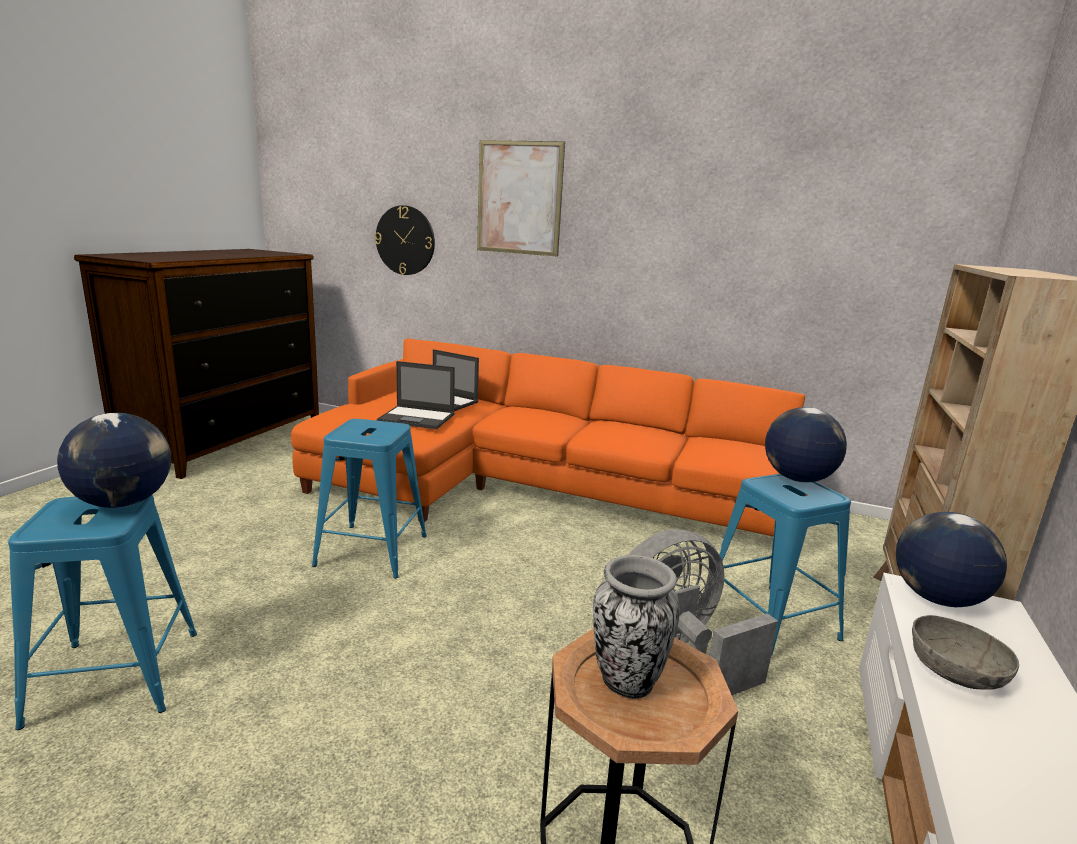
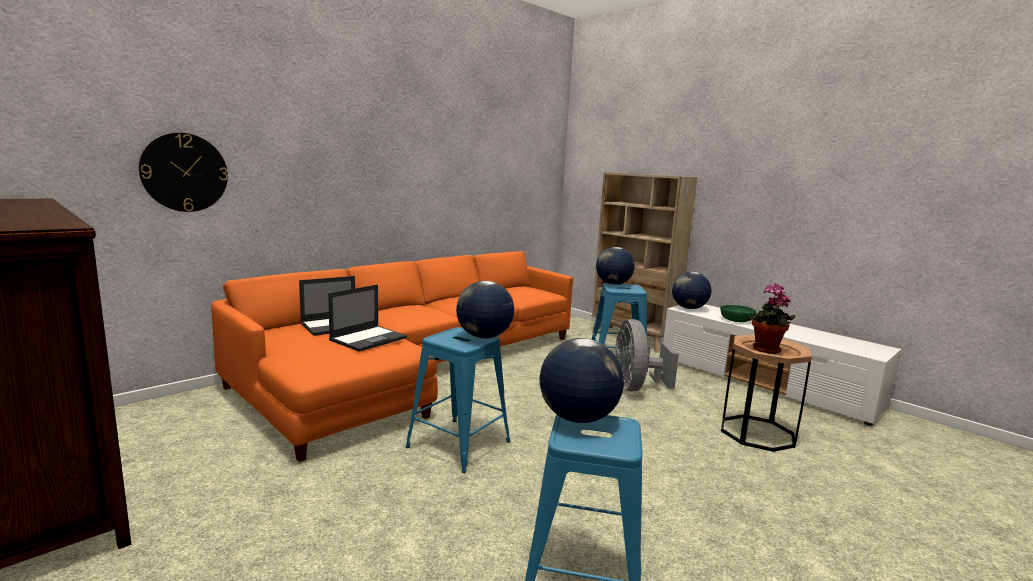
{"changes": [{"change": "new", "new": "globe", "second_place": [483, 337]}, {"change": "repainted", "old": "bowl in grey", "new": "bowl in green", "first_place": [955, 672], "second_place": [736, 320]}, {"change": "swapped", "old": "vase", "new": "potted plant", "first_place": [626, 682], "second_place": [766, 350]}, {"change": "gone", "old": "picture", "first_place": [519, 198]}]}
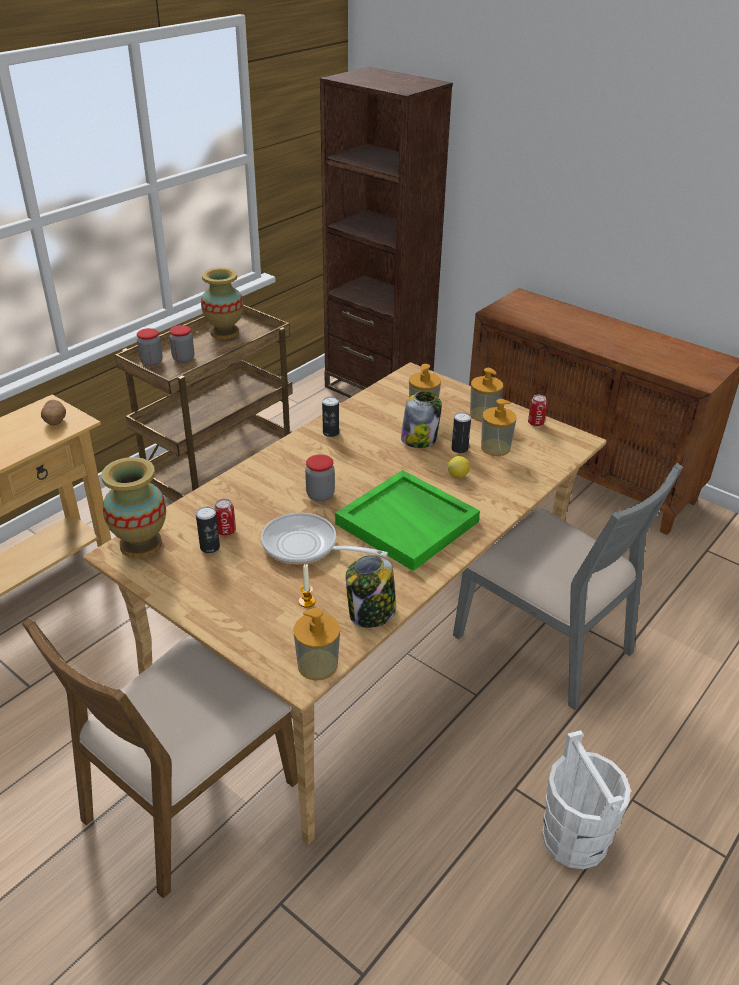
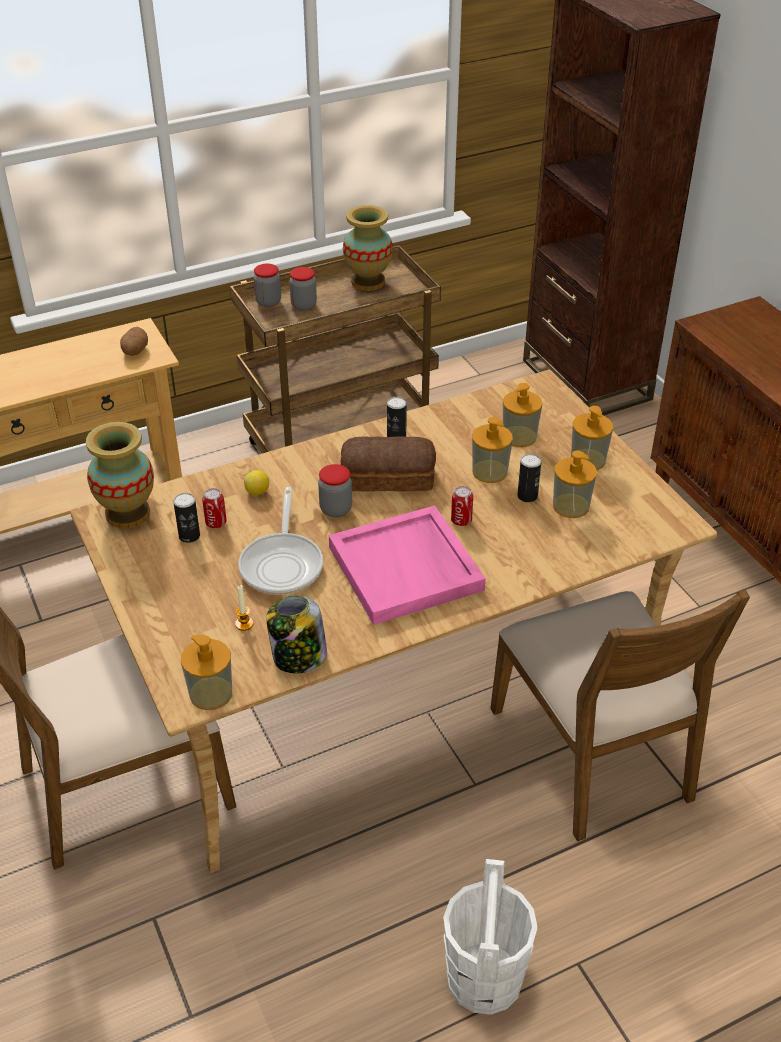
{"changes": [{"change": "rotated", "old": "frying pan", "first_place": [306, 546], "second_place": [283, 564], "degrees": -135}, {"change": "shifted", "old": "lemon", "first_place": [458, 475], "second_place": [257, 492]}, {"change": "repainted", "old": "tray in green", "new": "tray in pink", "first_place": [408, 523], "second_place": [407, 569]}, {"change": "new", "new": "bread", "second_place": [389, 477]}, {"change": "shifted", "old": "can", "first_place": [535, 423], "second_place": [461, 520]}, {"change": "swapped", "old": "jar", "new": "soap dispenser", "first_place": [419, 439], "second_place": [489, 471]}, {"change": "repainted", "old": "chair in grey", "new": "chair in brown", "first_place": [545, 642], "second_place": [593, 753]}]}
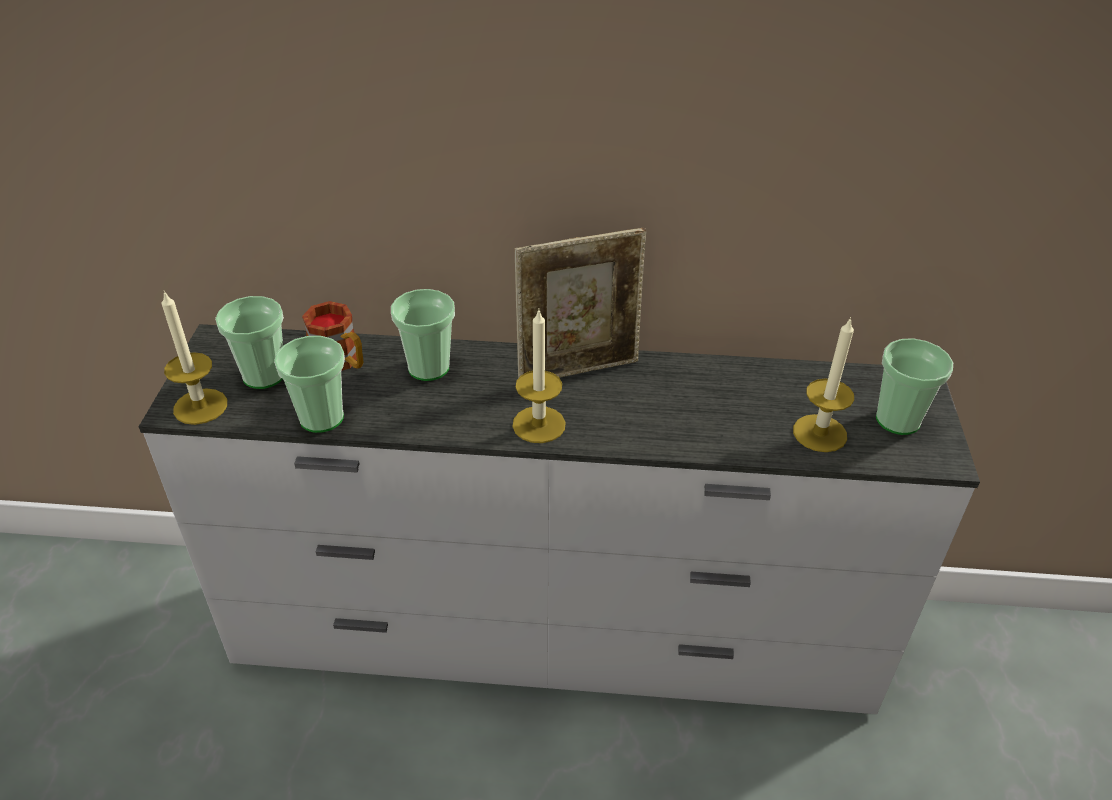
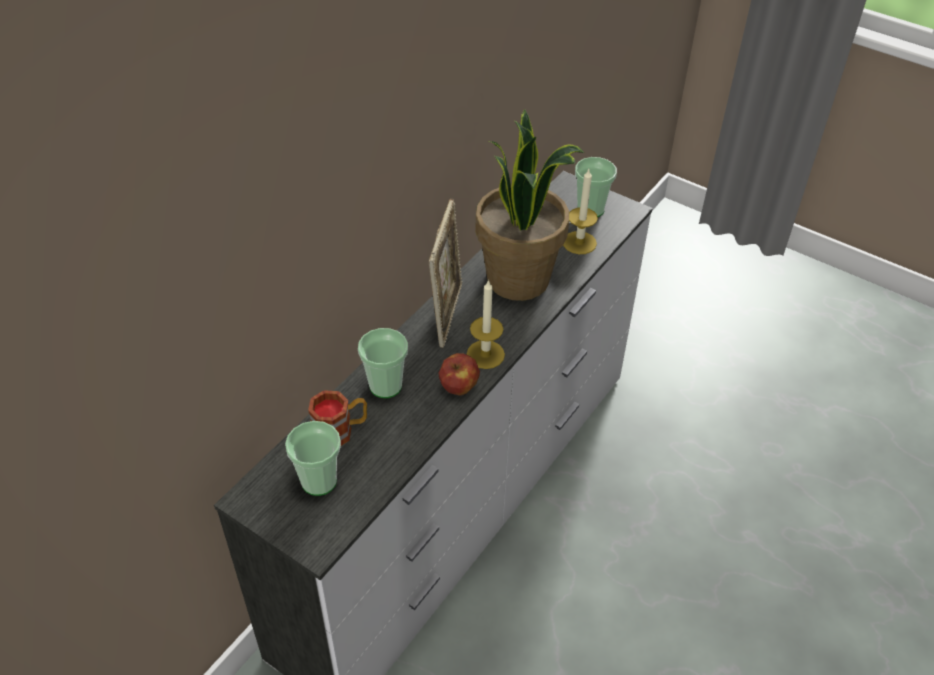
{"changes": [{"change": "new", "new": "apple", "second_place": [459, 386]}, {"change": "new", "new": "potted plant", "second_place": [519, 279]}, {"change": "gone", "old": "candle", "first_place": [200, 406]}, {"change": "gone", "old": "cup", "first_place": [321, 418]}]}
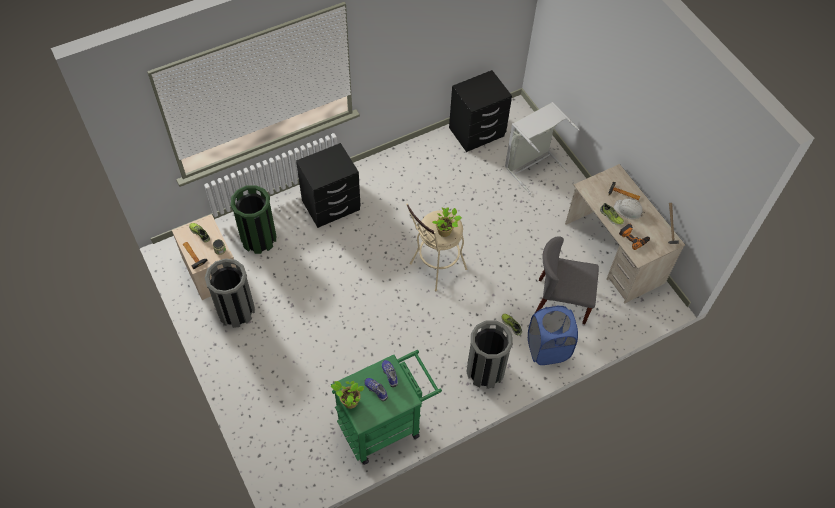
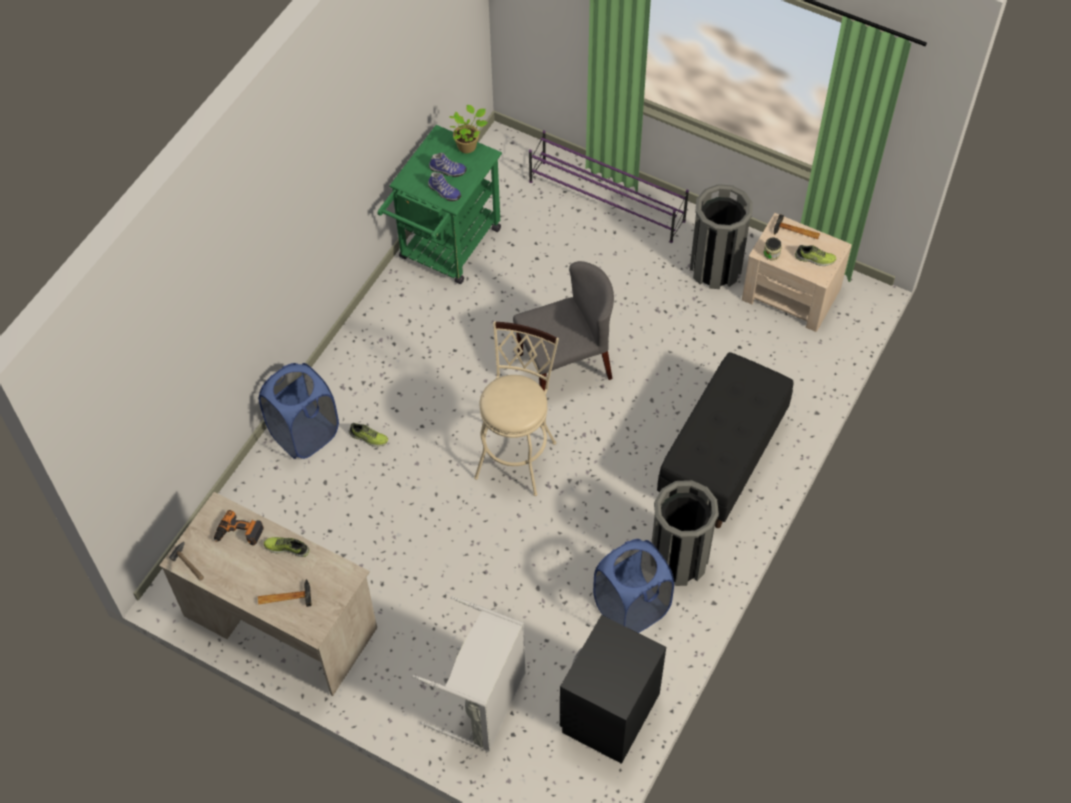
{"changes": [{"change": "shifted", "old": "chair in grey", "first_place": [561, 301], "second_place": [565, 365]}, {"change": "new", "new": "shoe rack in purple", "second_place": [607, 202]}, {"change": "new", "new": "laundry basket in blue", "second_place": [631, 608]}, {"change": "shifted", "old": "trash can in grey", "first_place": [485, 371], "second_place": [678, 559]}, {"change": "swapped", "old": "nightstand in black", "new": "bench in black", "first_place": [331, 206], "second_place": [722, 459]}, {"change": "gone", "old": "trash can in green", "first_place": [259, 239]}, {"change": "gone", "old": "potted plant", "first_place": [445, 231]}, {"change": "gone", "old": "hard hat in white", "first_place": [628, 210]}]}
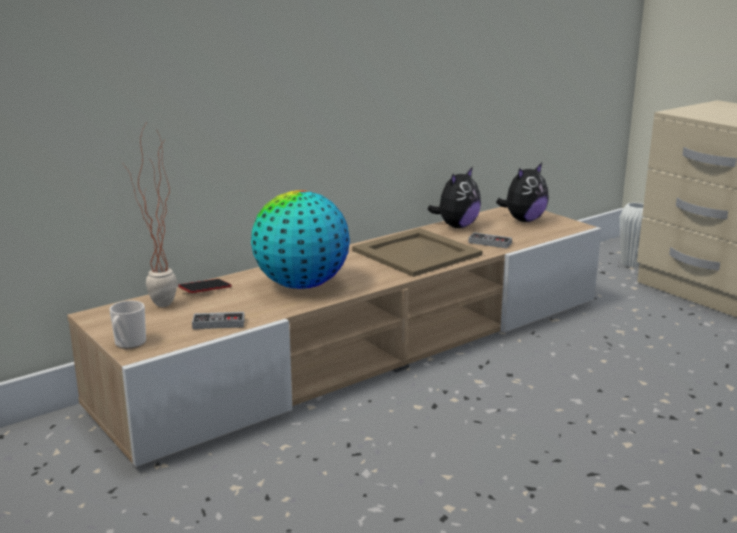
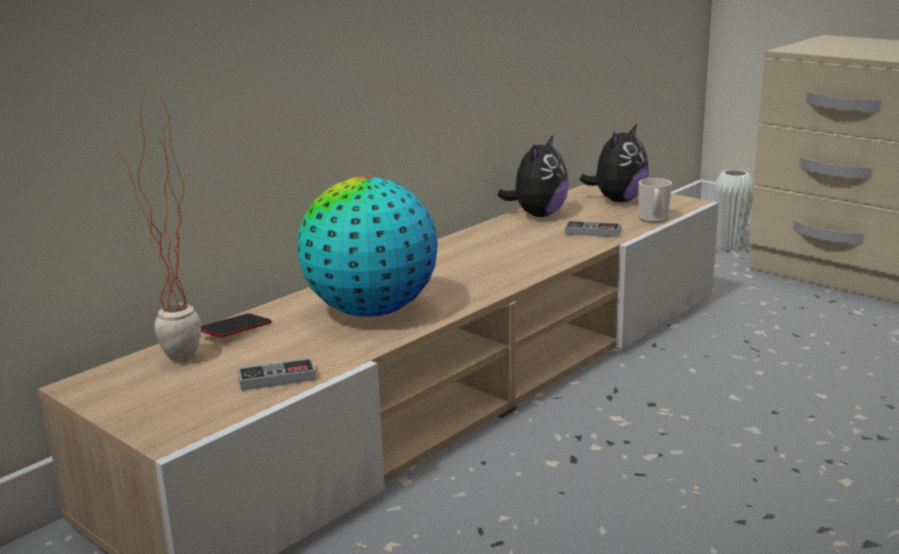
{"changes": [{"change": "shifted", "old": "mug", "first_place": [128, 344], "second_place": [653, 219]}, {"change": "gone", "old": "tray in beige", "first_place": [416, 252]}]}
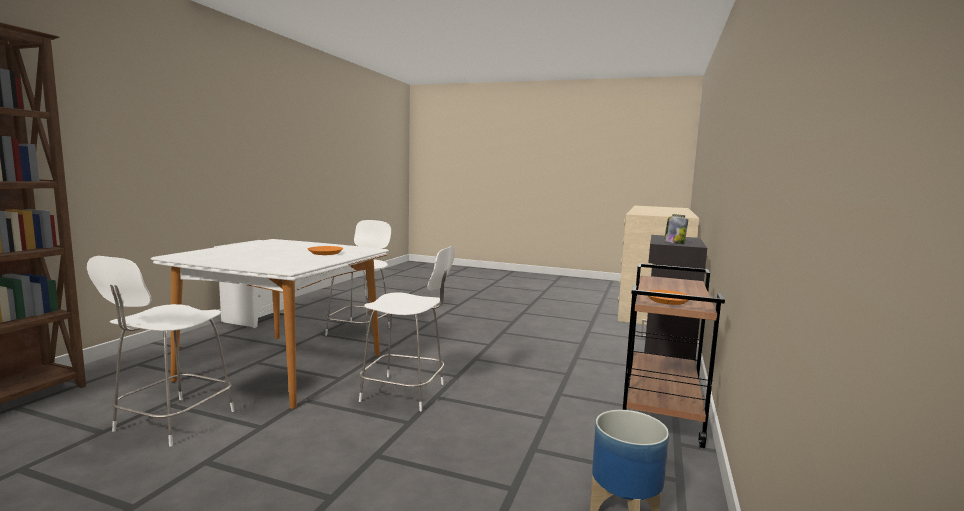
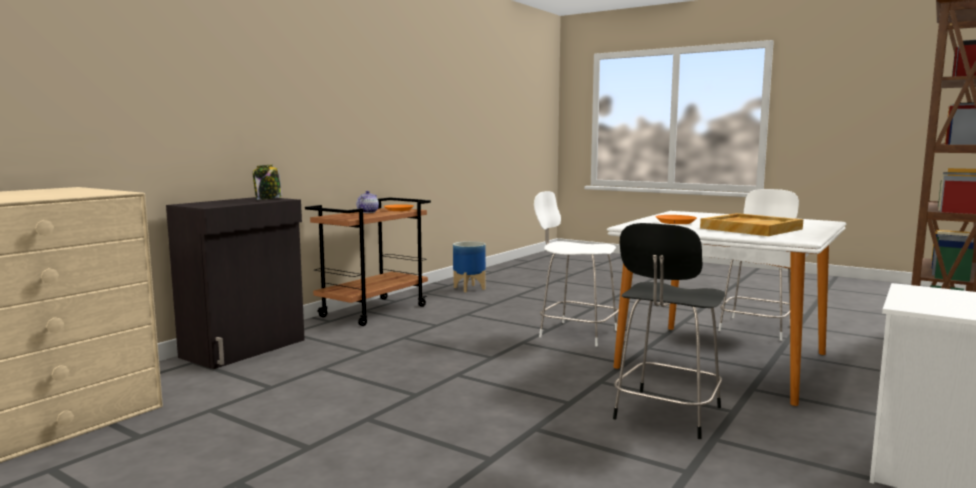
{"changes": [{"change": "new", "new": "teapot", "second_place": [367, 212]}, {"change": "repainted", "old": "chair in white", "new": "chair in black", "first_place": [360, 330], "second_place": [666, 414]}, {"change": "new", "new": "tray in beige", "second_place": [750, 228]}]}
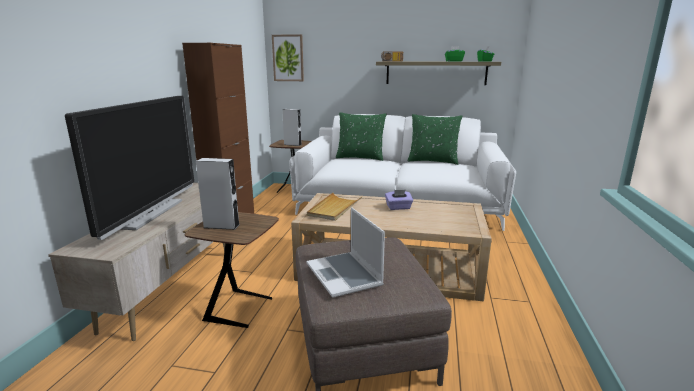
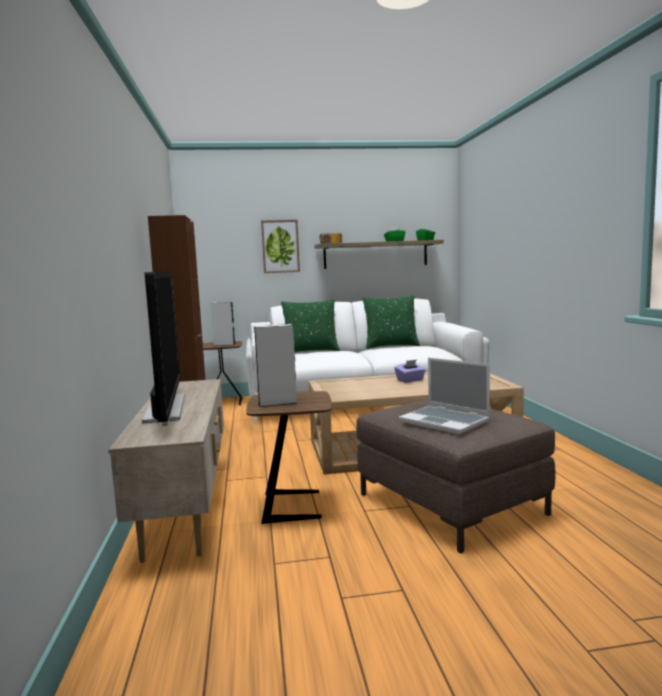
{"changes": [{"change": "shifted", "old": "picture", "first_place": [288, 58], "second_place": [280, 246]}, {"change": "gone", "old": "tray in beige", "first_place": [334, 208]}]}
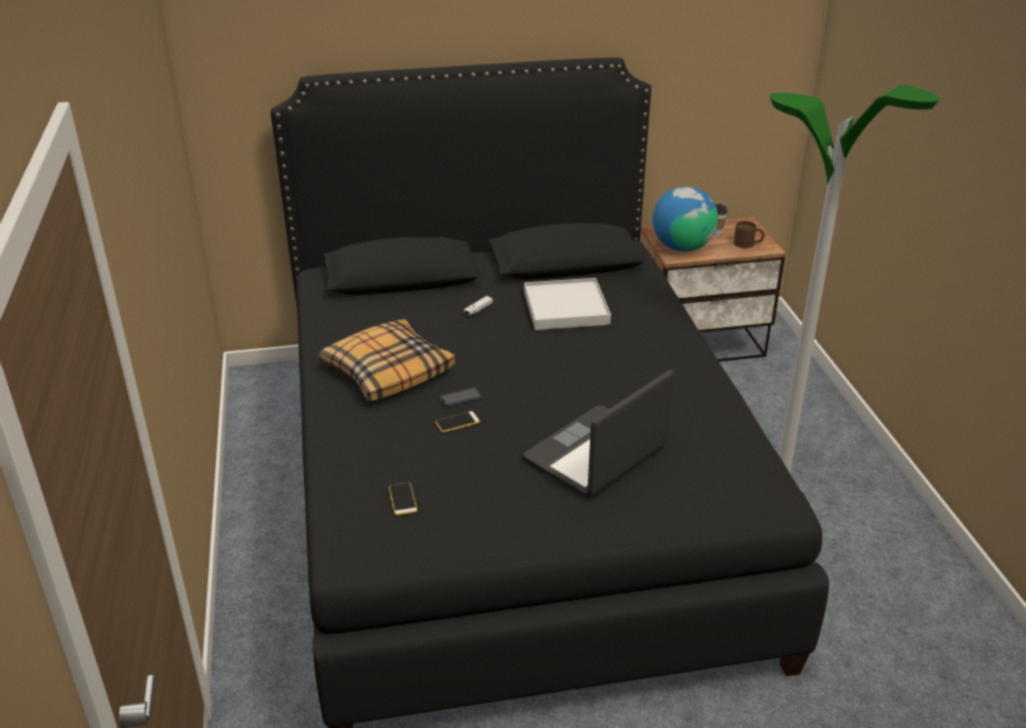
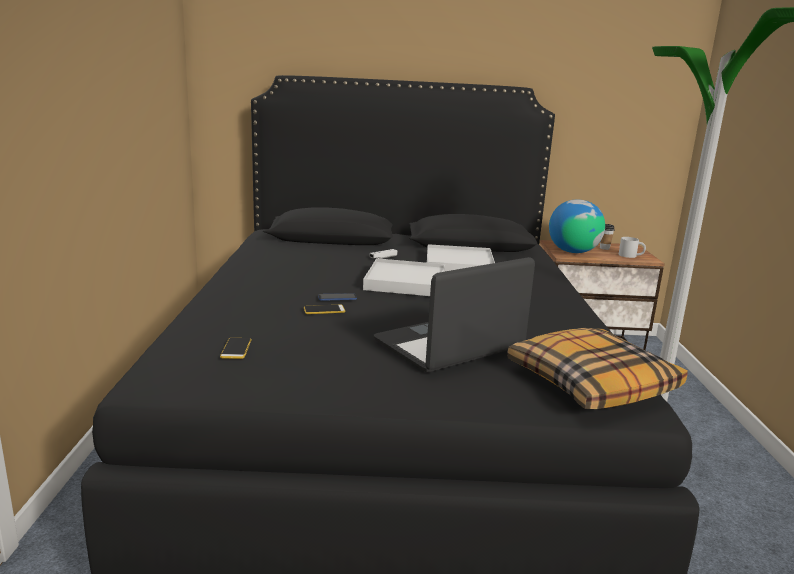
{"changes": [{"change": "new", "new": "tray in white", "second_place": [405, 282]}, {"change": "shifted", "old": "pillow", "first_place": [387, 371], "second_place": [590, 383]}, {"change": "repainted", "old": "mug in brown", "new": "mug in white", "first_place": [748, 244], "second_place": [631, 255]}]}
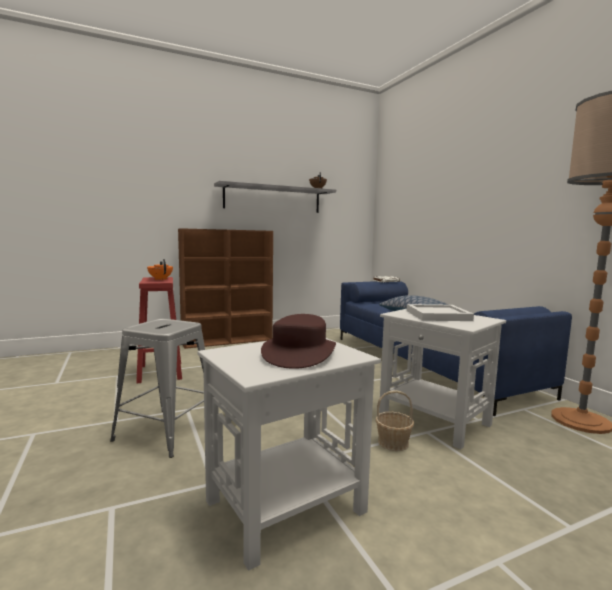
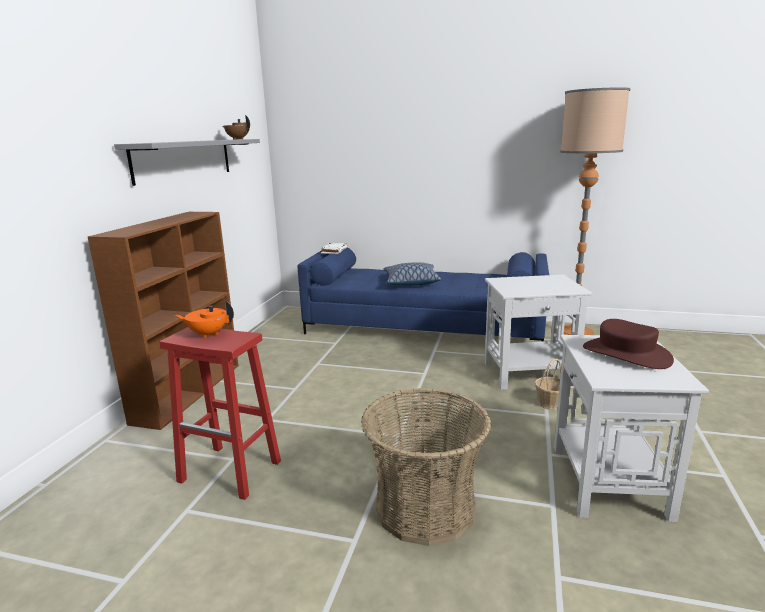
{"changes": [{"change": "swapped", "old": "stool in grey", "new": "basket", "first_place": [166, 432], "second_place": [425, 508]}, {"change": "gone", "old": "tray in white", "first_place": [438, 315]}]}
